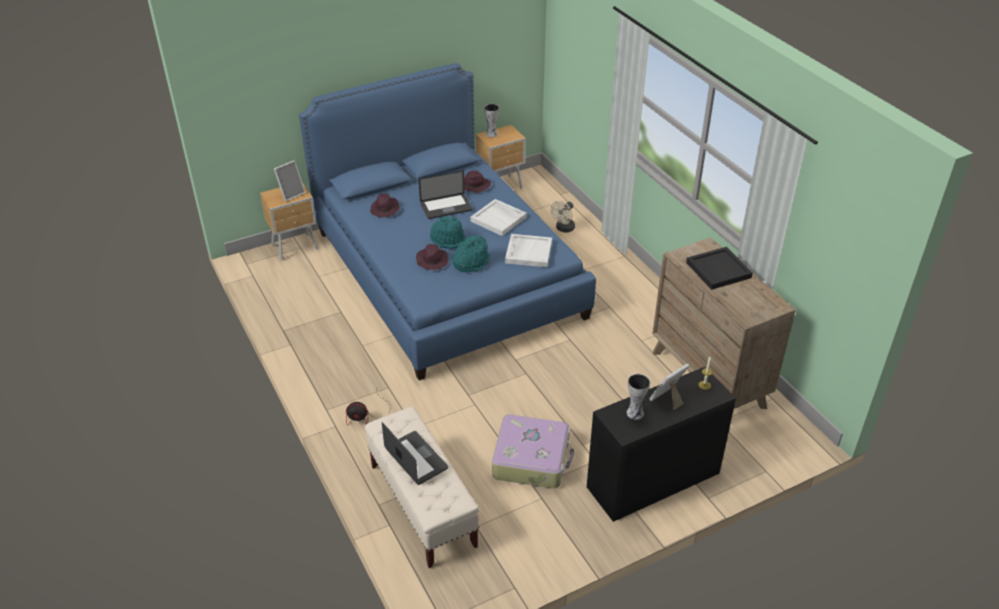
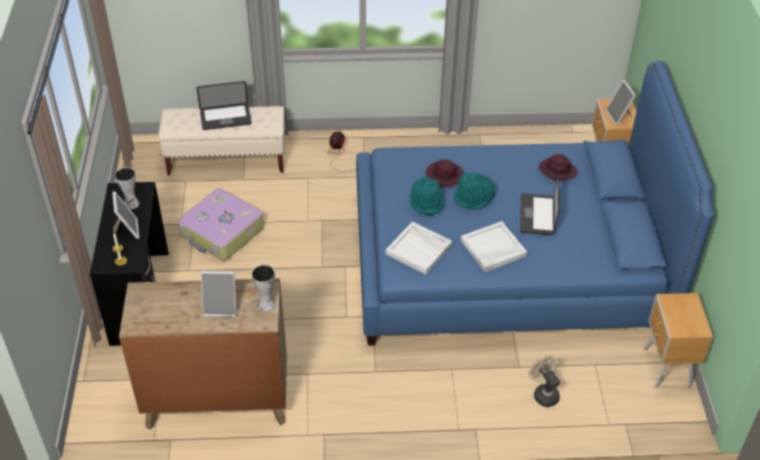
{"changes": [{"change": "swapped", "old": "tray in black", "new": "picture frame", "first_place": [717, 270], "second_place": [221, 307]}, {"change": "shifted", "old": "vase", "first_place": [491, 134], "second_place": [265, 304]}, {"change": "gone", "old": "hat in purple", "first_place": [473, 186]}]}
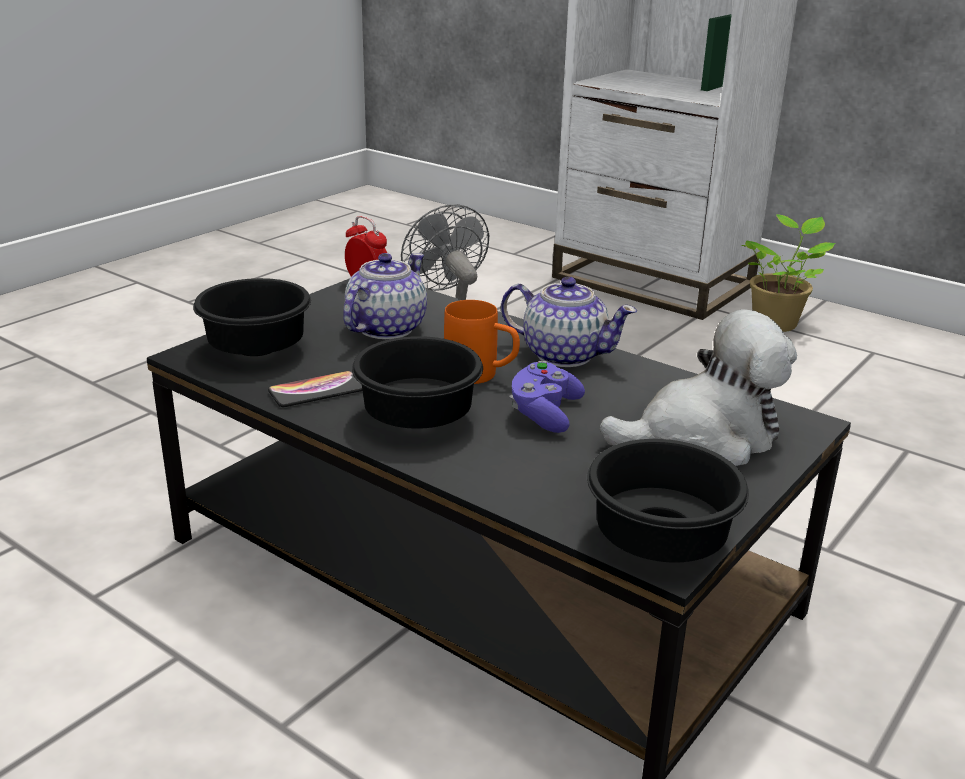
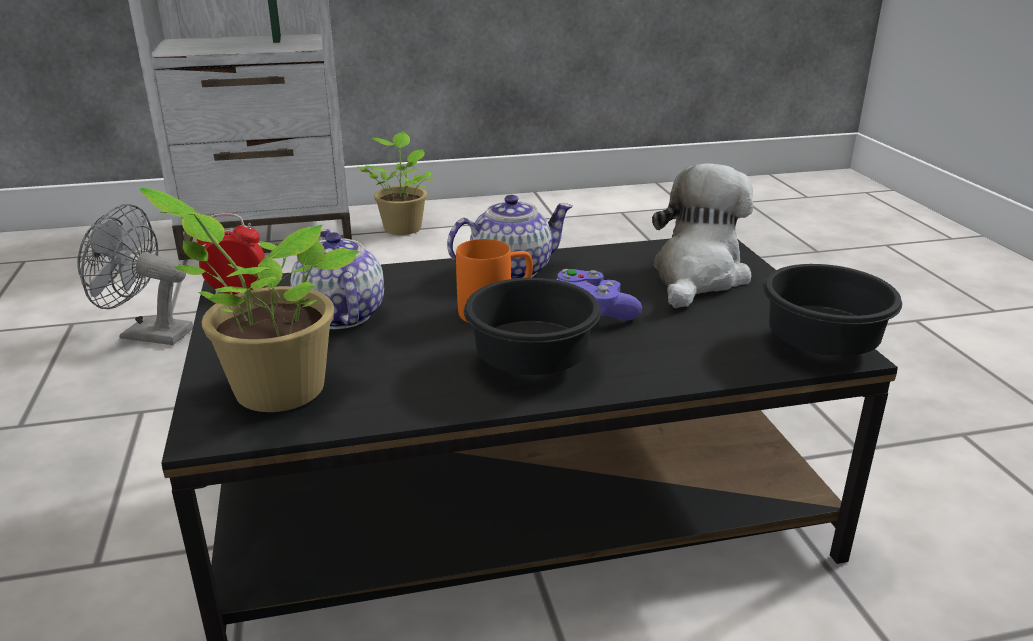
{"changes": [{"change": "swapped", "old": "bowl in black", "new": "potted plant", "first_place": [259, 350], "second_place": [272, 390]}, {"change": "gone", "old": "phone", "first_place": [316, 391]}]}
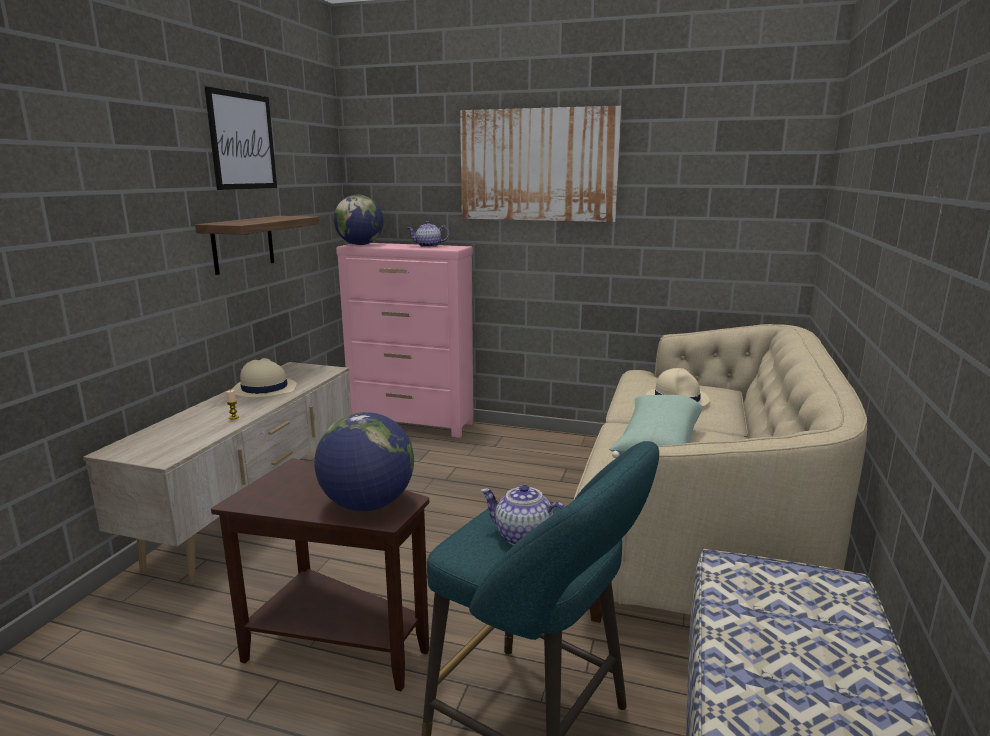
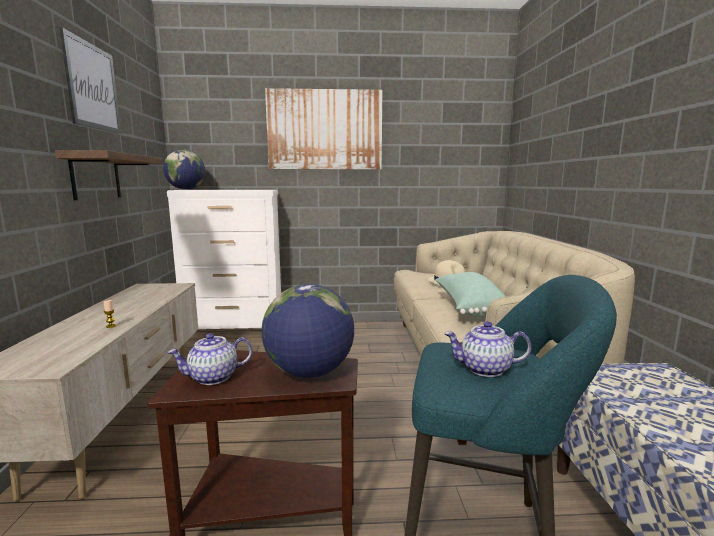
{"changes": [{"change": "repainted", "old": "dresser in pink", "new": "dresser in white", "first_place": [412, 423], "second_place": [234, 329]}, {"change": "shifted", "old": "teapot", "first_place": [428, 246], "second_place": [213, 378]}, {"change": "gone", "old": "hat in beige", "first_place": [264, 389]}]}
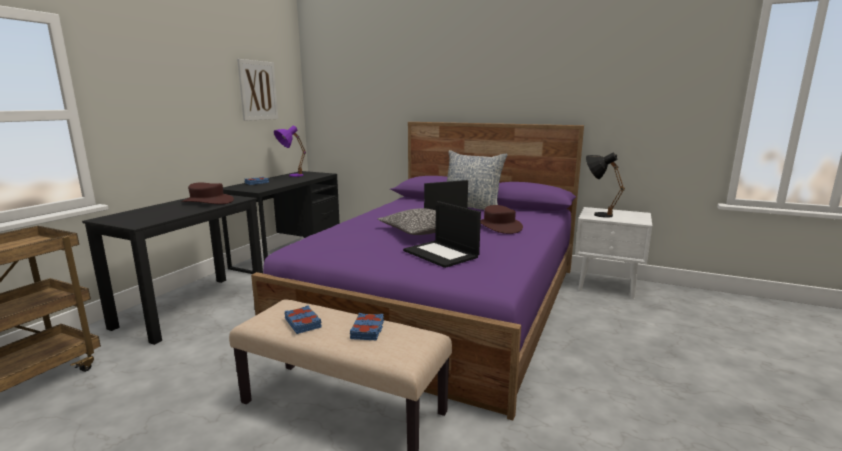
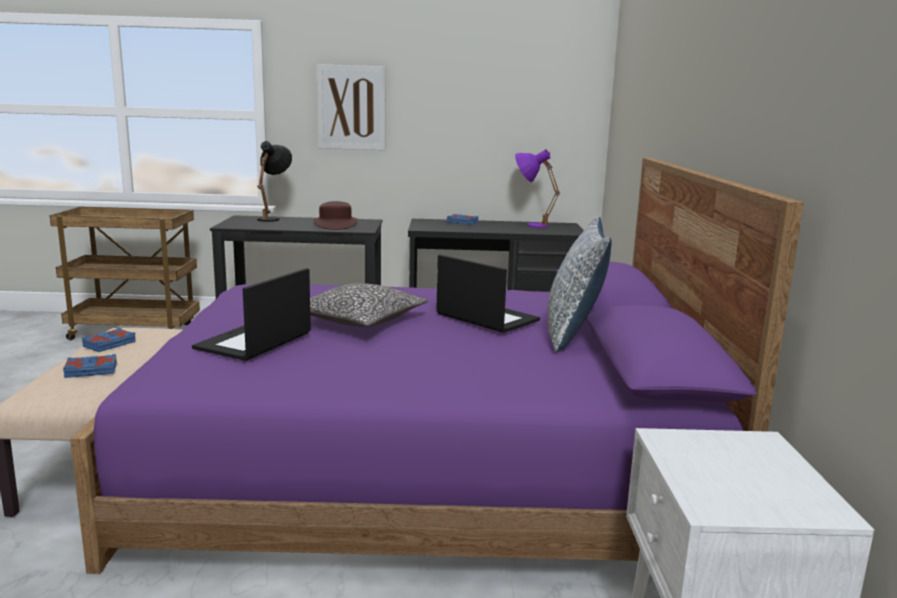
{"changes": [{"change": "shifted", "old": "table lamp in black", "first_place": [596, 214], "second_place": [273, 218]}, {"change": "shifted", "old": "picture", "first_place": [258, 90], "second_place": [351, 107]}, {"change": "gone", "old": "hat in brown", "first_place": [499, 226]}]}
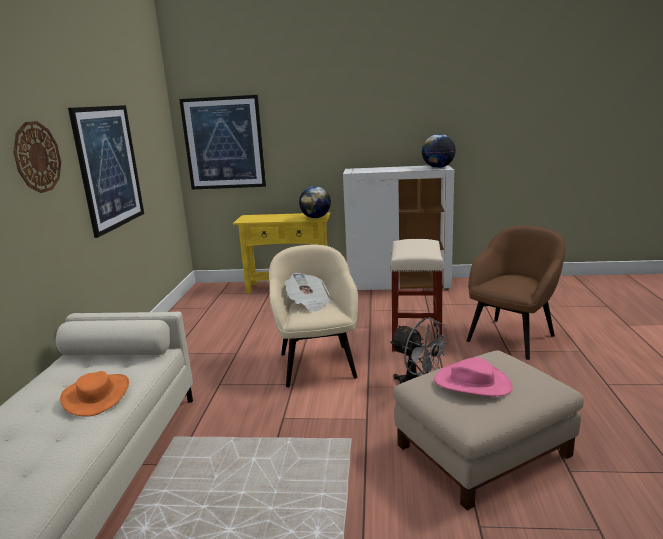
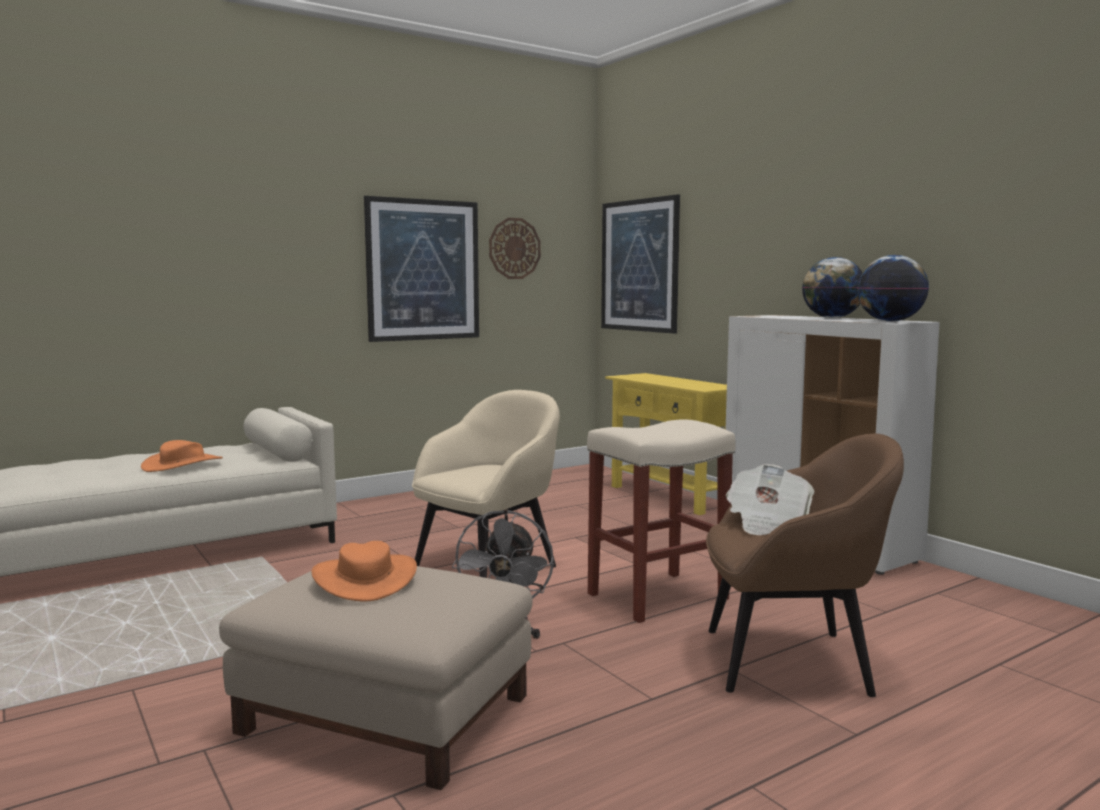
{"changes": [{"change": "repainted", "old": "hat in pink", "new": "hat in orange", "first_place": [472, 383], "second_place": [365, 579]}, {"change": "shifted", "old": "wall clock", "first_place": [37, 157], "second_place": [514, 248]}, {"change": "shifted", "old": "newspaper", "first_place": [309, 303], "second_place": [767, 523]}, {"change": "shifted", "old": "globe", "first_place": [315, 218], "second_place": [831, 318]}]}
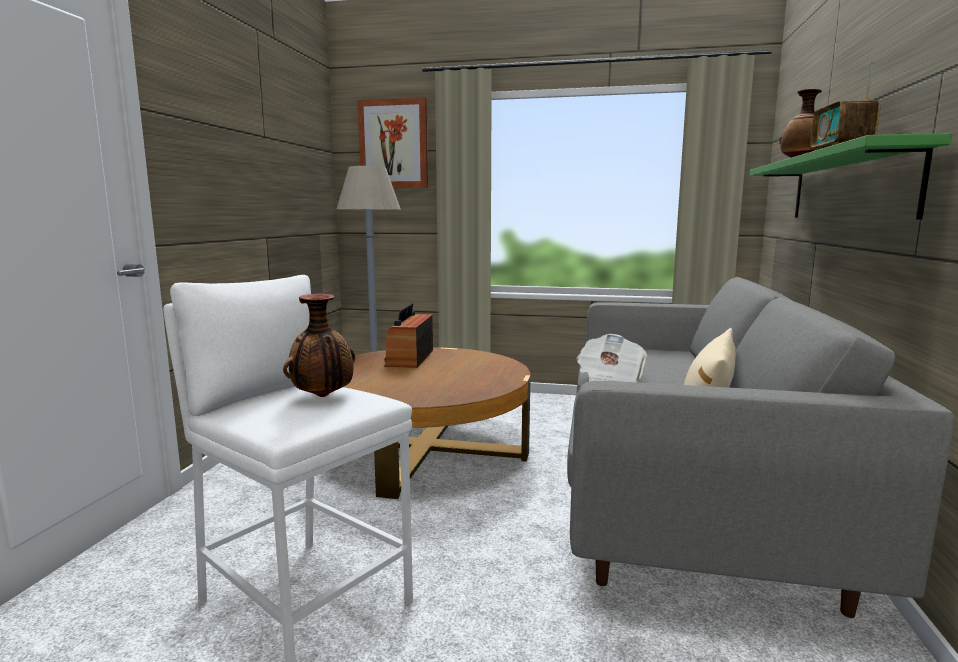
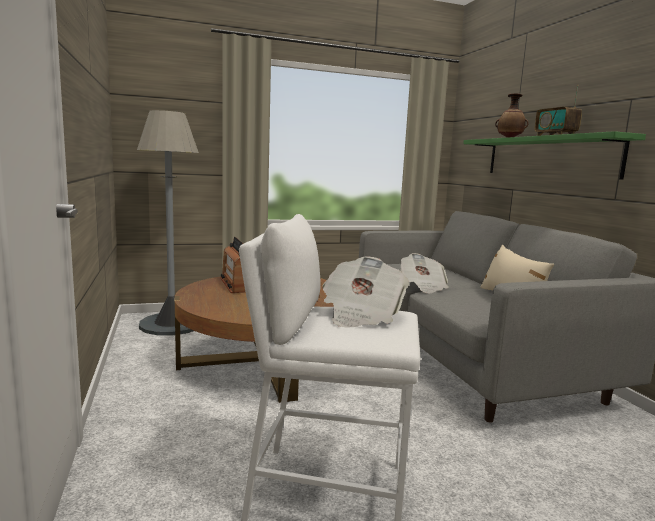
{"changes": [{"change": "swapped", "old": "vase", "new": "newspaper", "first_place": [323, 397], "second_place": [361, 314]}, {"change": "gone", "old": "picture", "first_place": [393, 144]}]}
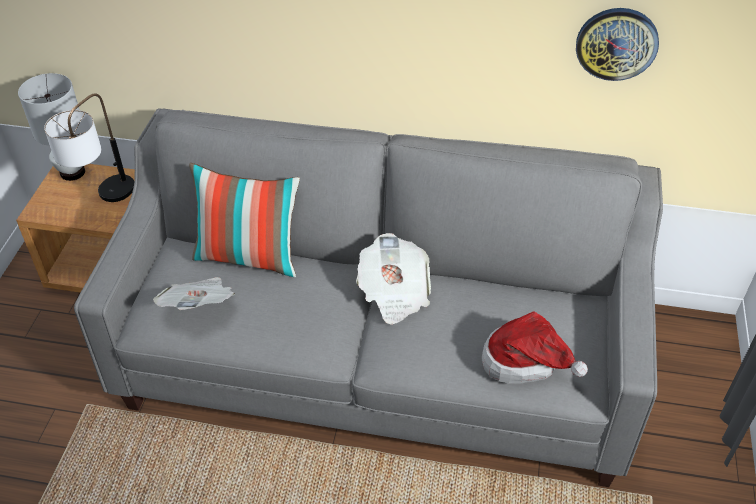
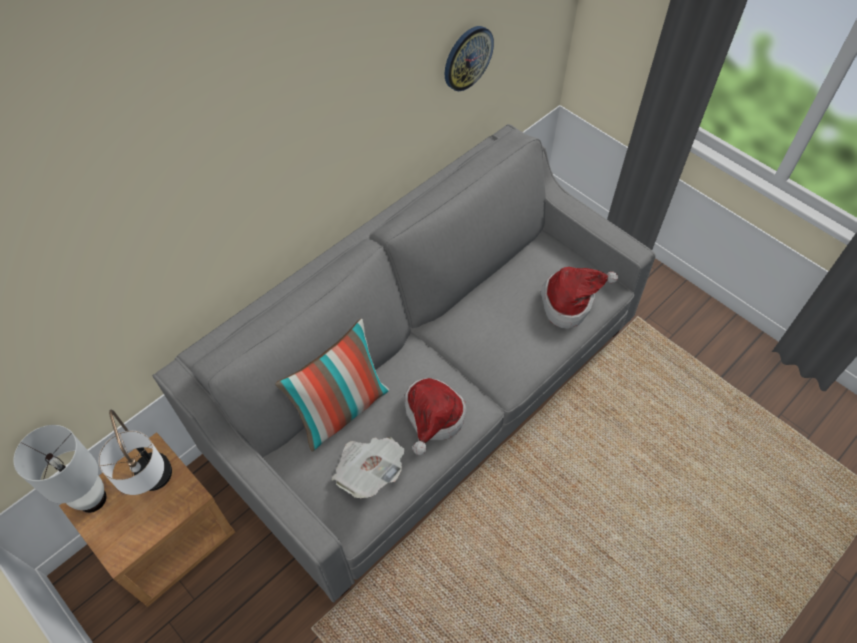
{"changes": [{"change": "new", "new": "hat", "second_place": [433, 419]}, {"change": "gone", "old": "newspaper", "first_place": [394, 293]}]}
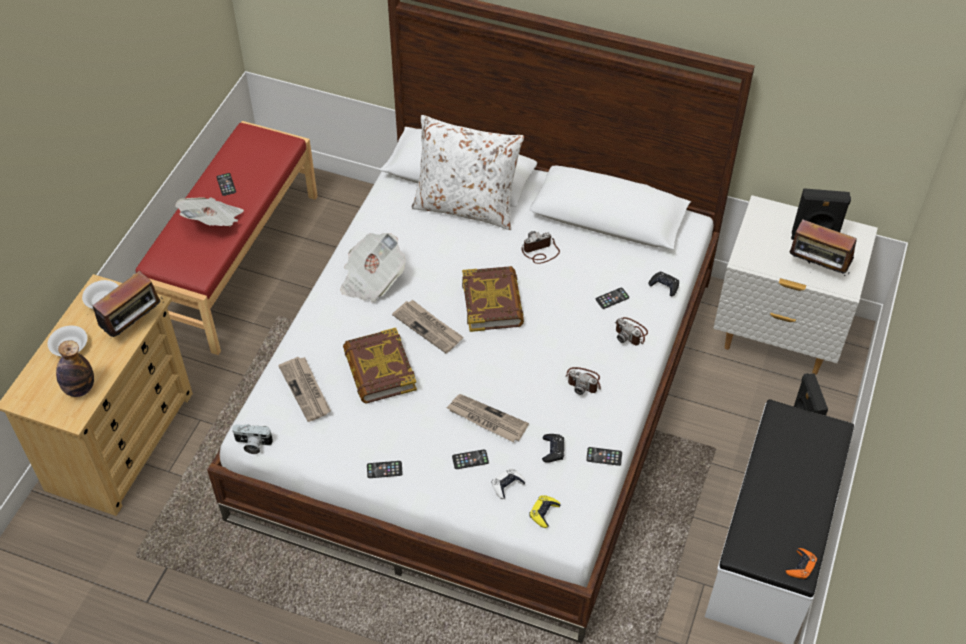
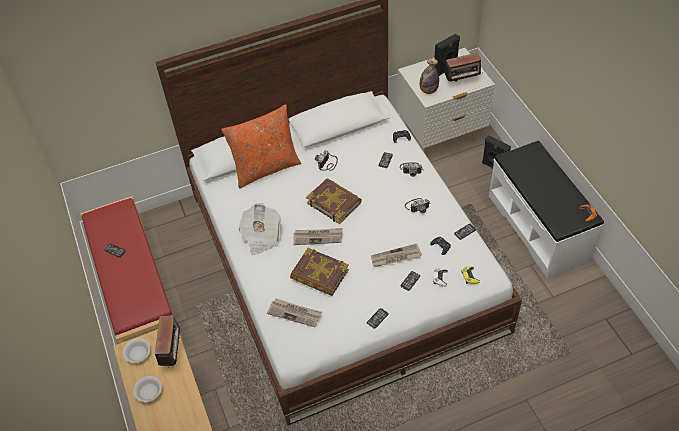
{"changes": [{"change": "repainted", "old": "pillow in white", "new": "pillow in orange", "first_place": [466, 206], "second_place": [266, 168]}, {"change": "shifted", "old": "bottle", "first_place": [80, 388], "second_place": [428, 90]}, {"change": "gone", "old": "newspaper", "first_place": [213, 222]}, {"change": "gone", "old": "photo camera", "first_place": [252, 444]}]}
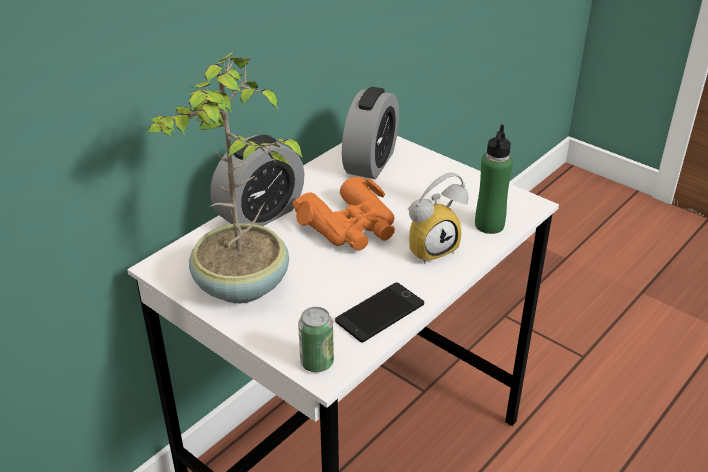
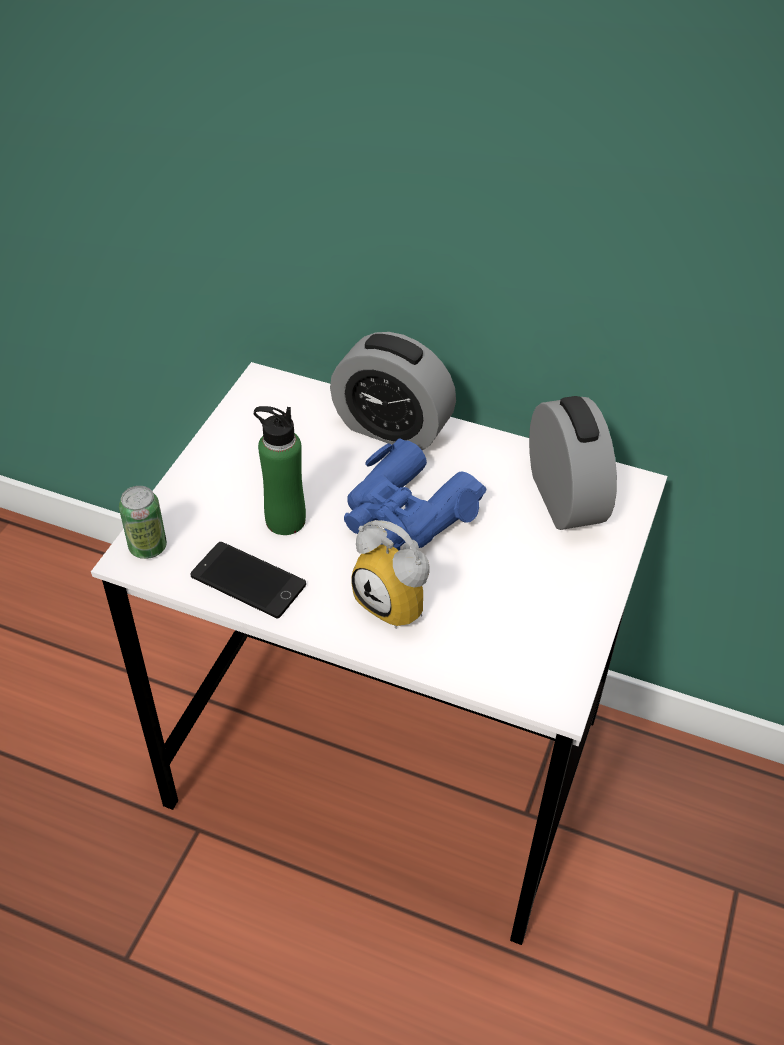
{"changes": [{"change": "shifted", "old": "bottle in green", "first_place": [489, 225], "second_place": [285, 520]}, {"change": "repainted", "old": "binoculars in orange", "new": "binoculars in blue", "first_place": [350, 226], "second_place": [406, 513]}, {"change": "rotated", "old": "alarm clock", "first_place": [370, 163], "second_place": [564, 498], "degrees": -105}, {"change": "gone", "old": "potted plant", "first_place": [241, 287]}]}
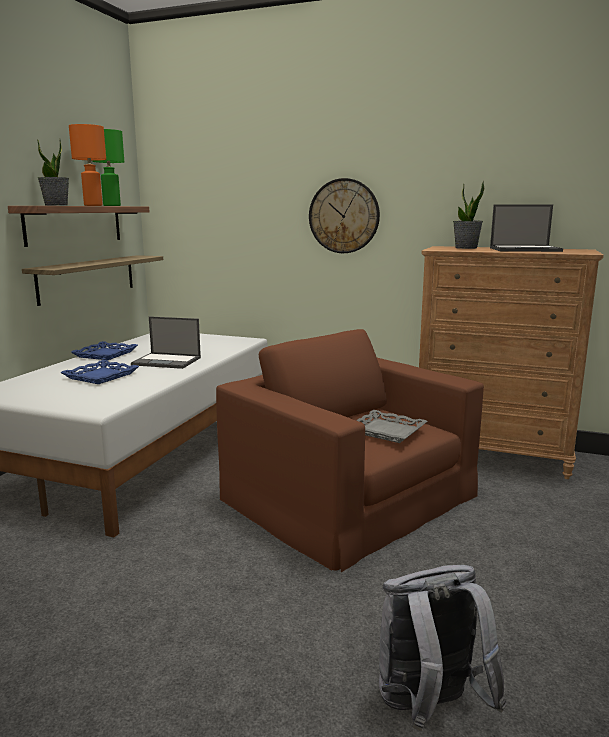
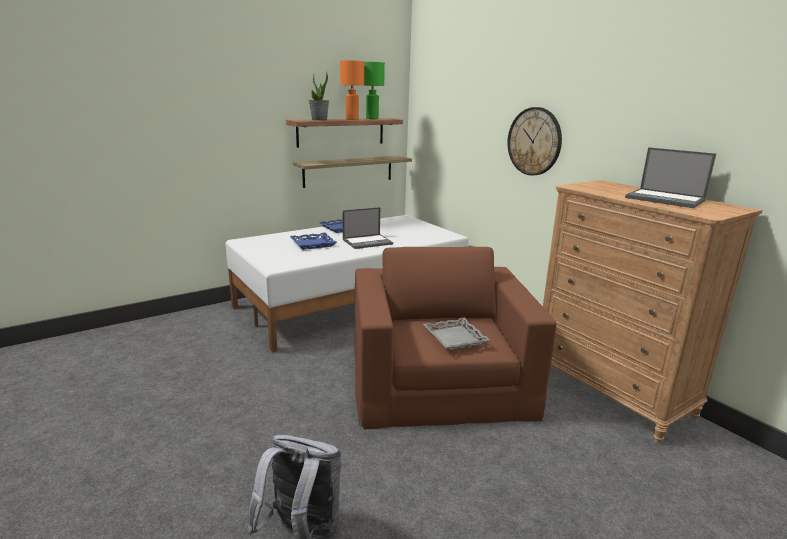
{"changes": [{"change": "rotated", "old": "laptop", "first_place": [167, 361], "second_place": [368, 242], "degrees": -75}, {"change": "gone", "old": "potted plant", "first_place": [466, 248]}]}
